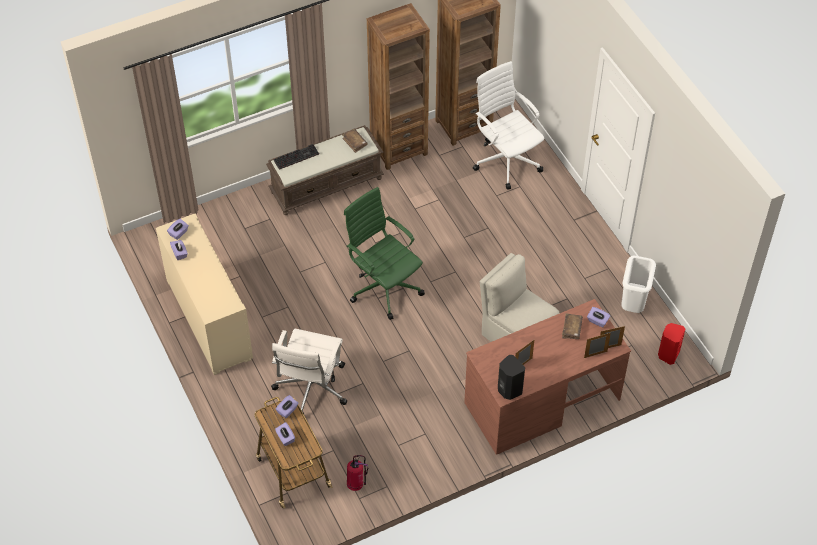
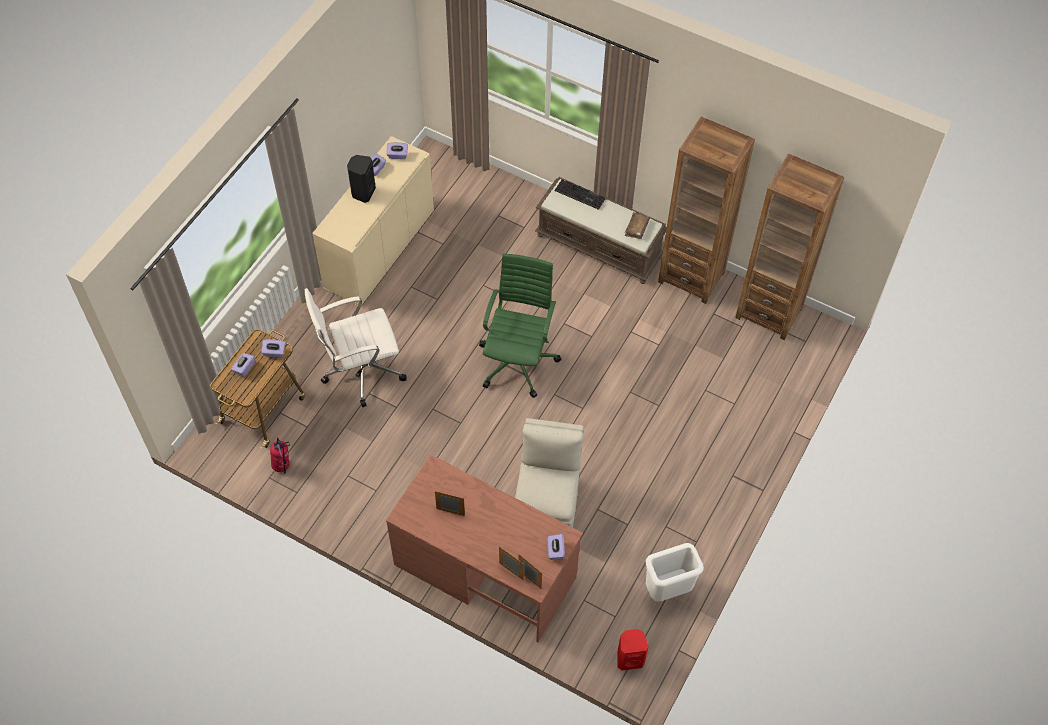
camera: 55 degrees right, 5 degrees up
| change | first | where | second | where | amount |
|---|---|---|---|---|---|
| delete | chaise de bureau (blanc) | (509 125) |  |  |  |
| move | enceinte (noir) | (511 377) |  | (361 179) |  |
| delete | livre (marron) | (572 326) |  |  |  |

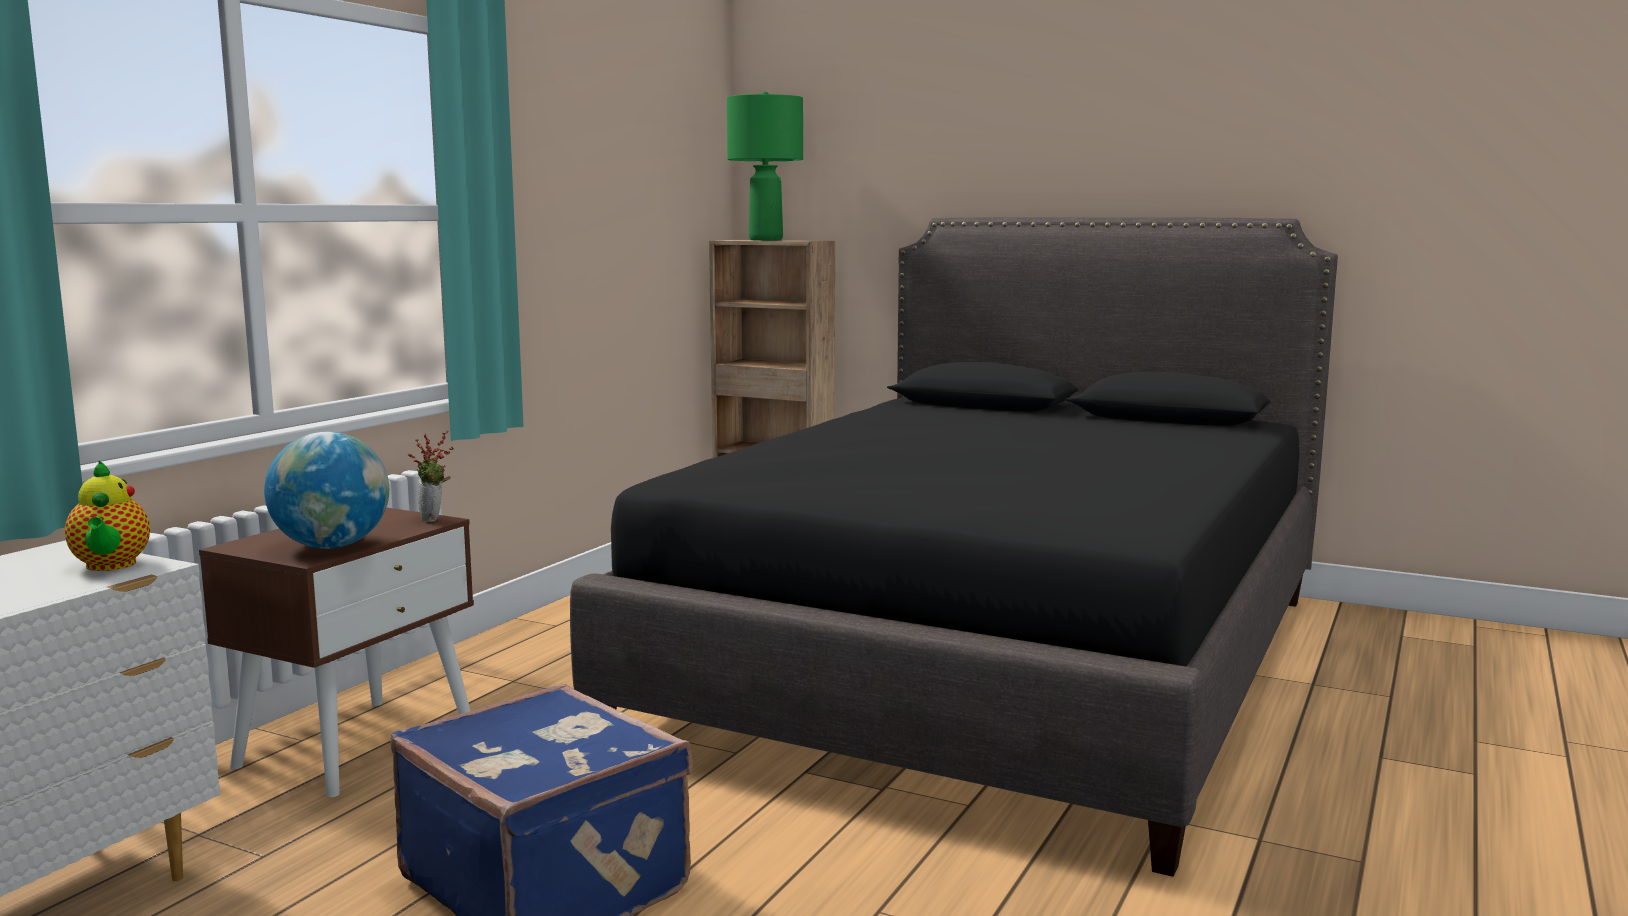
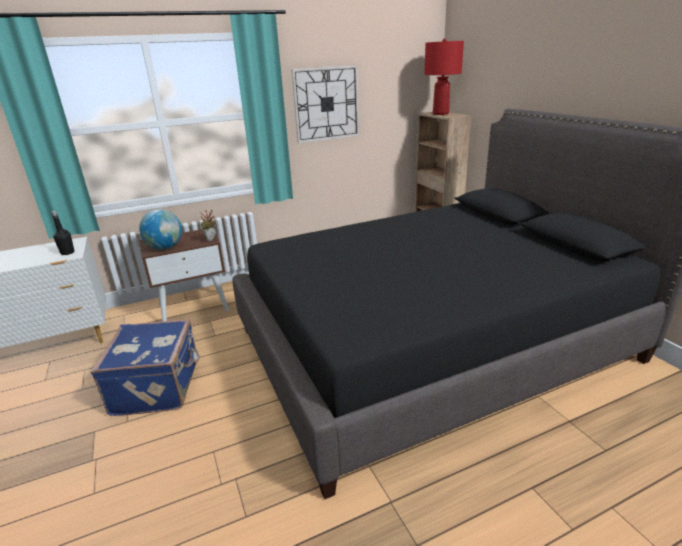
camera: 40 degrees right, 15 degrees up
| change | first | where | second | where | amount |
|---|---|---|---|---|---|
| replace | théière | (107 515) | bouteille (noir) | (62 233) |  |
| recolor | lampe de table (vert) | (765 166) | lampe de table (rouge) | (444 76) |  |
| insert |  |  | horloge murale | (325 104) |  |

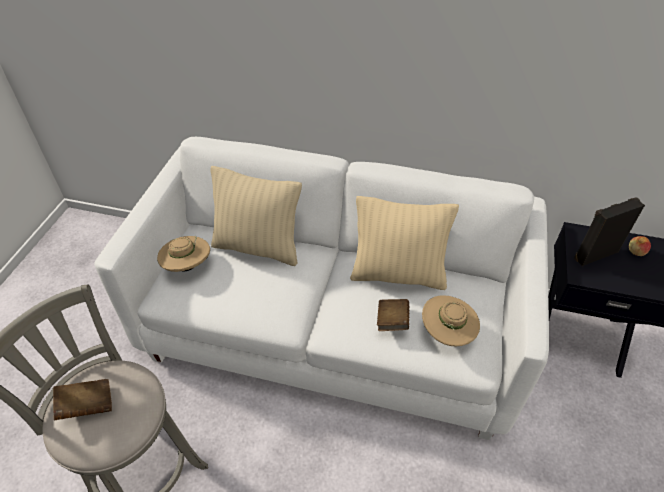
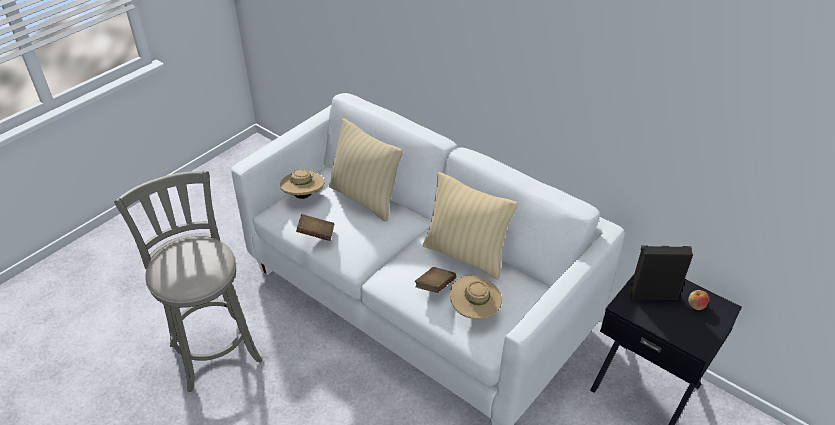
camera: 25 degrees right, 5 degrees down
| change | first | where | second | where | amount |
|---|---|---|---|---|---|
| move | livre (marron) | (82 399) |  | (315 227) |  |

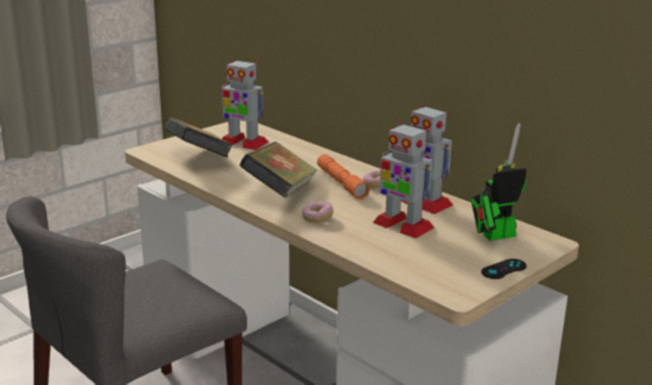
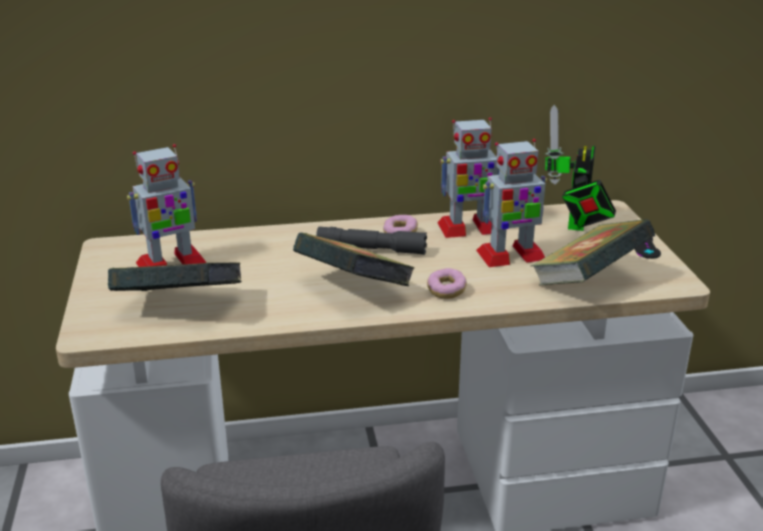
camera: 55 degrees left, 5 degrees up
| change | first | where | second | where | amount |
|---|---|---|---|---|---|
| recolor | lampe de poche (orange) | (343 176) | lampe de poche (gris) | (371 241) |  |
| insert |  |  | livre | (593 252) |  |

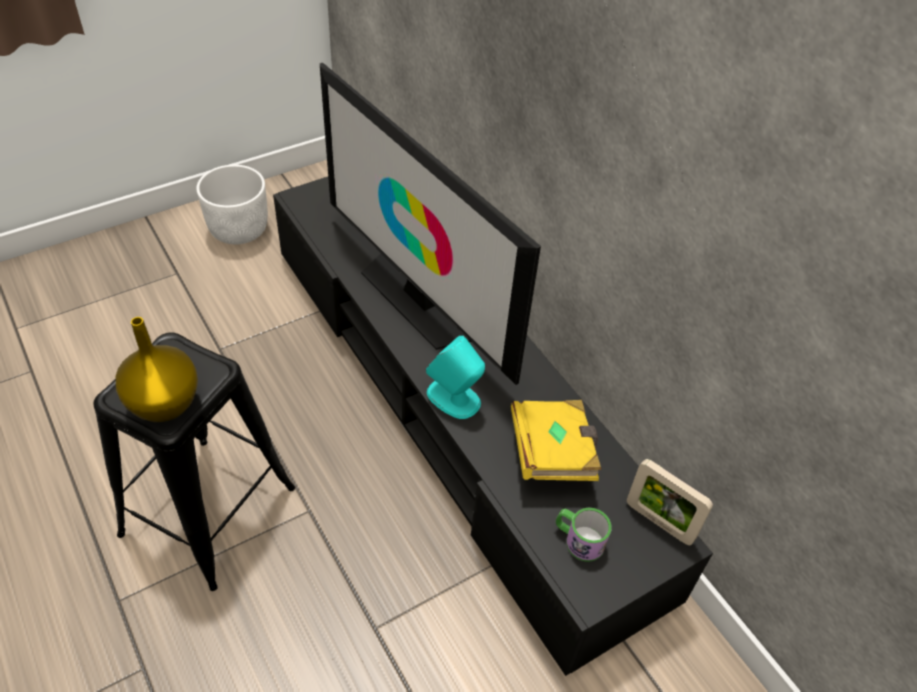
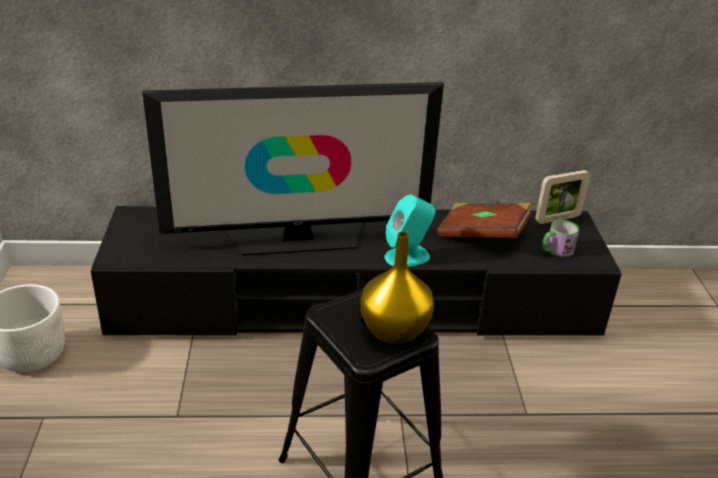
camera: 60 degrees left, 15 degrees down
| change | first | where | second | where | amount |
|---|---|---|---|---|---|
| recolor | livre (jaune) | (556 440) | livre (marron) | (484 219) |  |

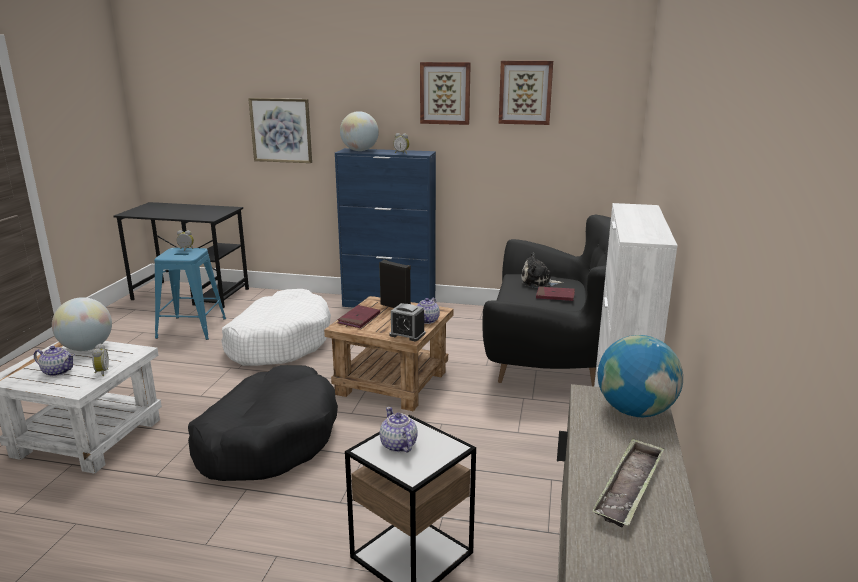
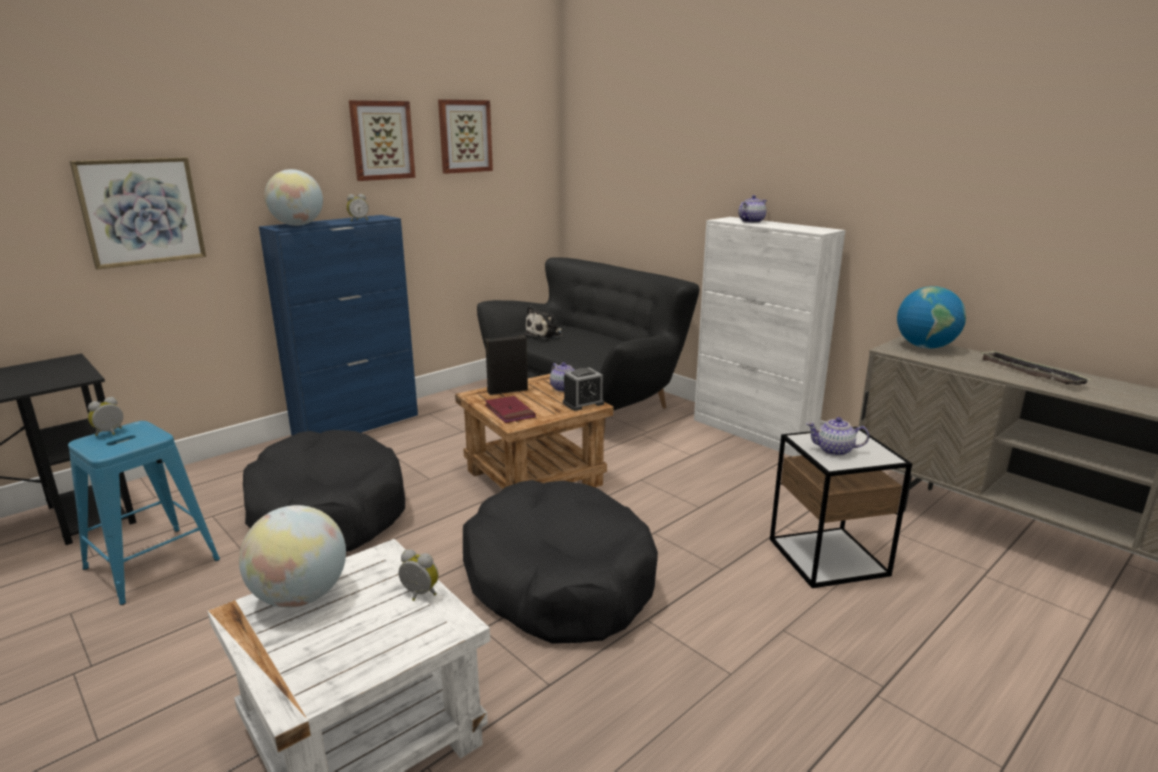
camera: 55 degrees left, 0 degrees up
| change | first | where | second | where | amount |
|---|---|---|---|---|---|
| move | théière | (54 361) |  | (752 209) |  |
| recolor | panier pour chien (blanc) | (276 327) | panier pour chien (noir) | (324 491) |  |
| delete | livre (rouge) | (555 294) |  |  |  |

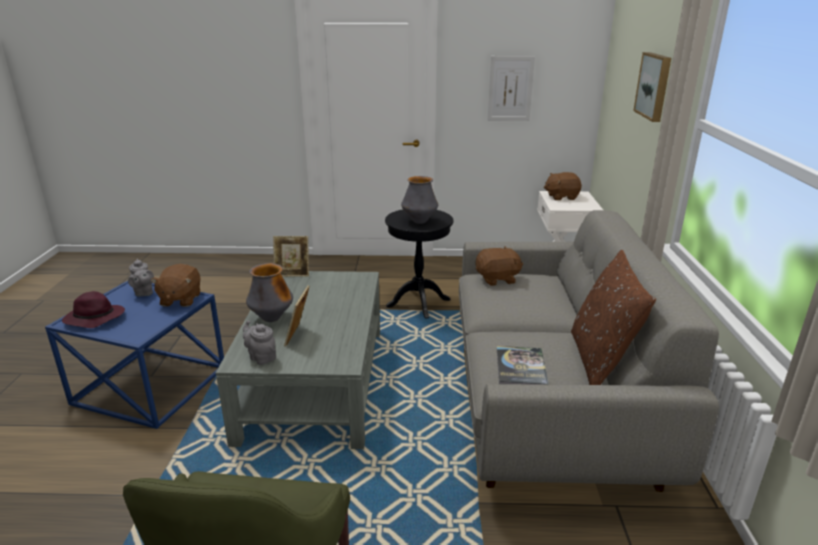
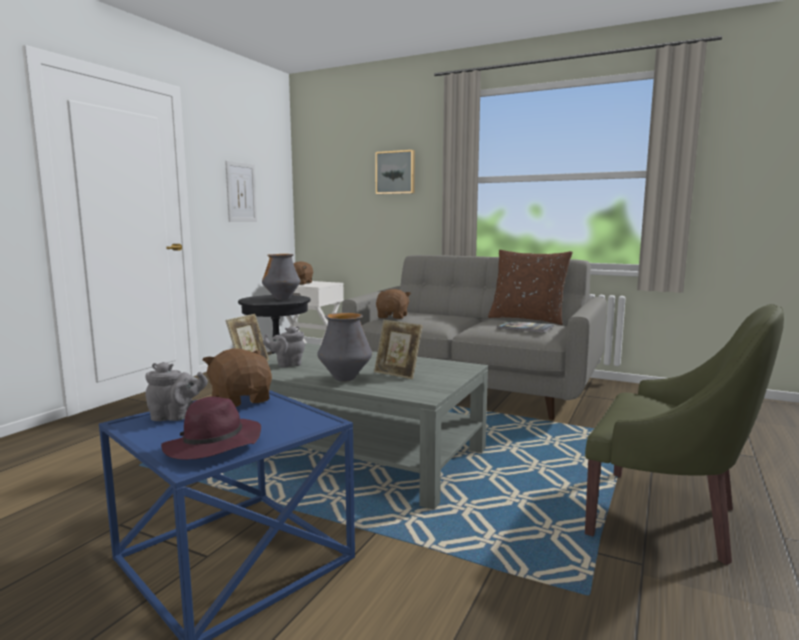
camera: 65 degrees left, 15 degrees down
| change | first | where | second | where | amount |
|---|---|---|---|---|---|
| rotate | peluche (marron) | (176 285) |  | (237 377) | 150 degrees counterclockwise |
| move | théière (gris) | (259 342) |  | (284 347) |  |

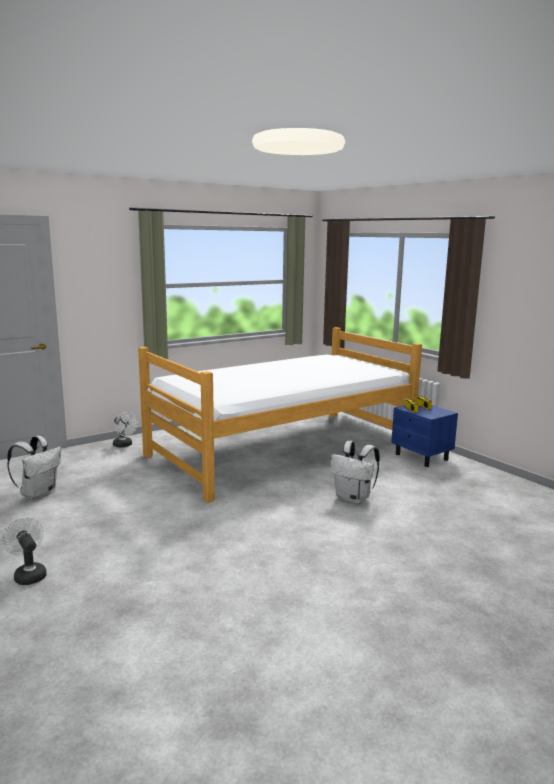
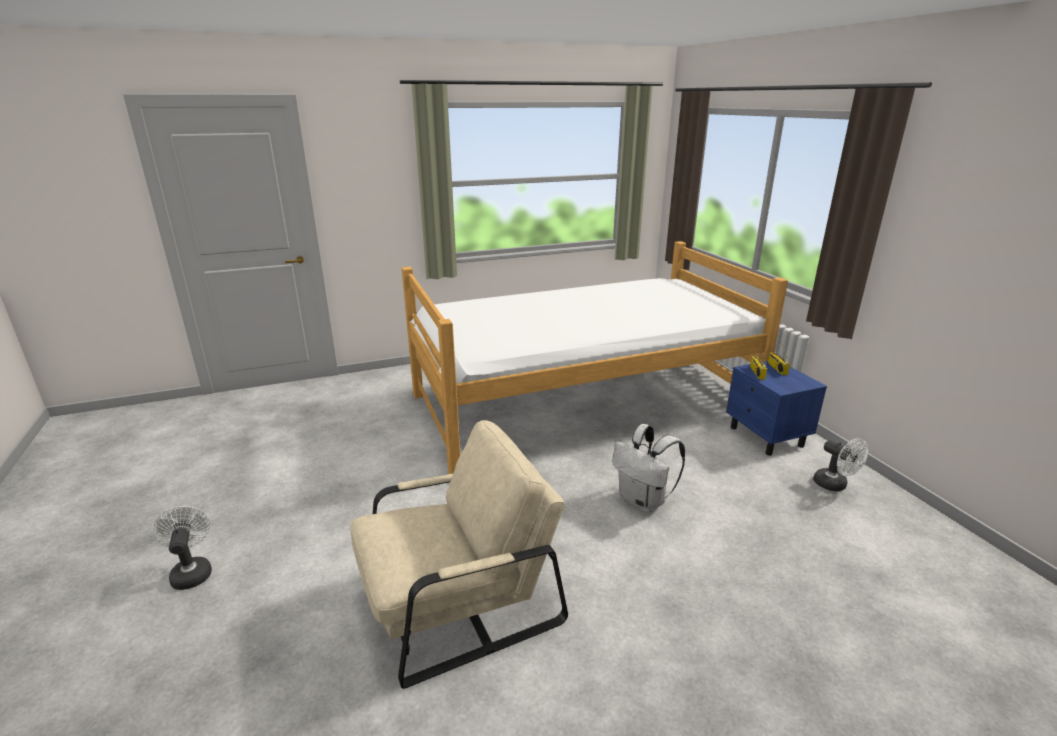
camera: 15 degrees right, 10 degrees up
| change | first | where | second | where | amount |
|---|---|---|---|---|---|
| delete | sac à dos (blanc) | (34 468) |  |  |  |
| move | ventilateur (blanc) | (125 430) |  | (840 464) |  |
| insert |  |  | fauteuil (beige) | (459 554) |  |

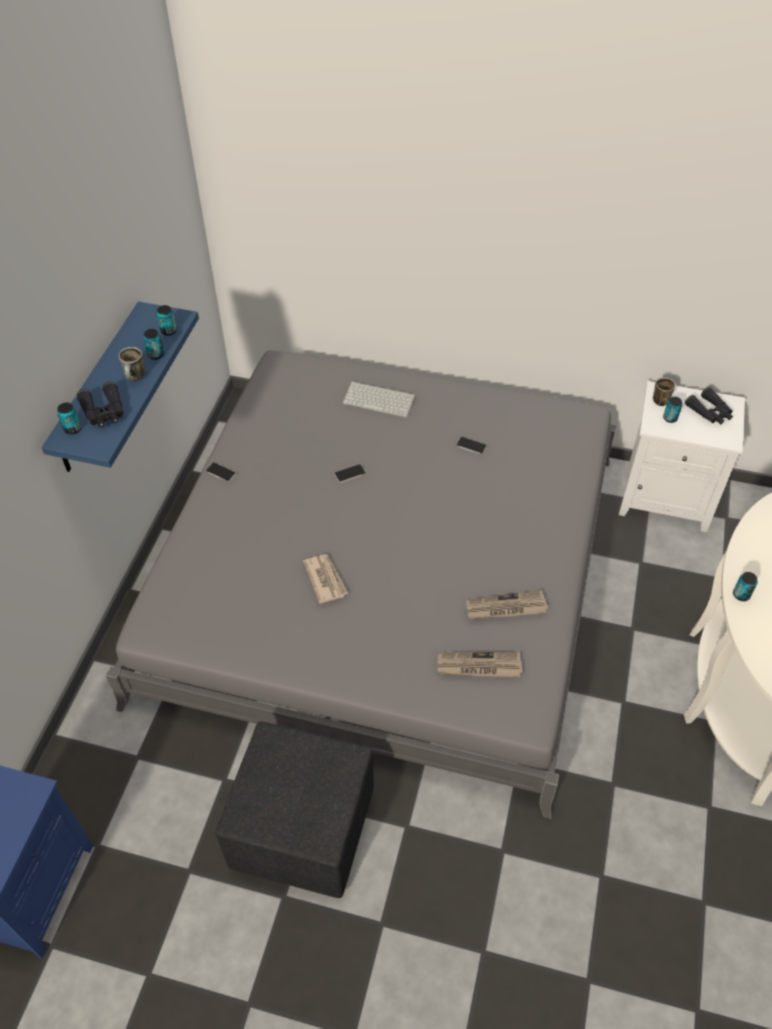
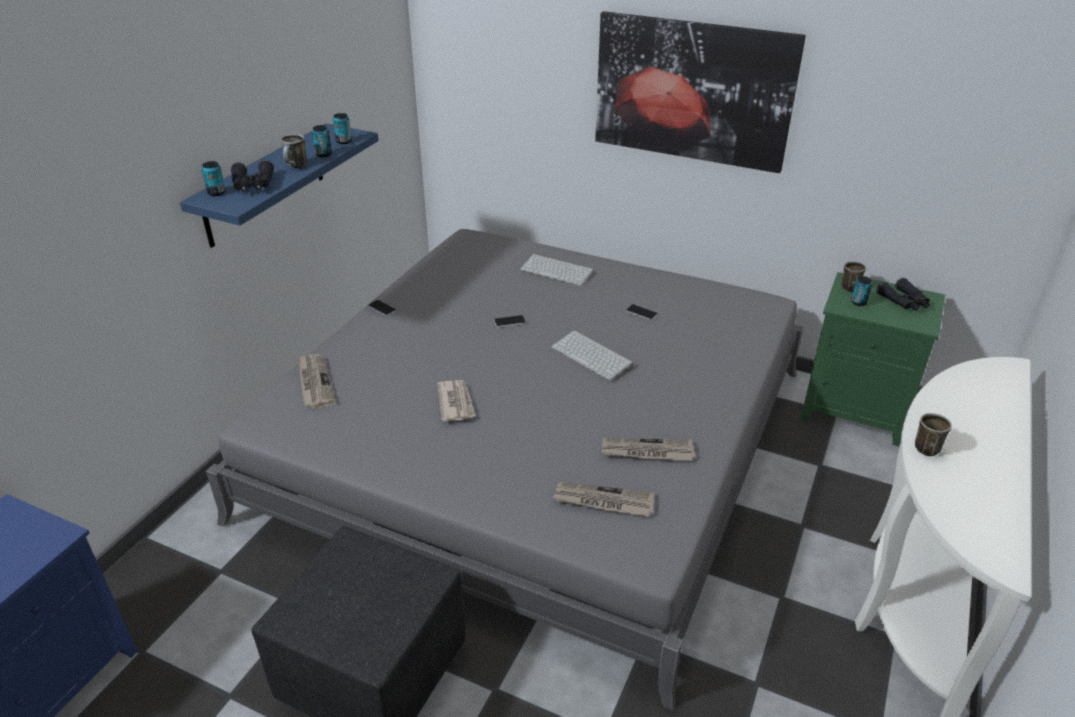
camera: 10 degrees right, 15 degrees down
| change | first | where | second | where | amount |
|---|---|---|---|---|---|
| recolor | table de chevet (blanc) | (682 456) | table de chevet (vert) | (872 359) |  |
| replace | boîte métallique | (745 586) | mug | (933 434) |  |
| insert |  |  | journal | (316 381) |  |
| insert |  |  | clavier | (592 355) |  |
| insert |  |  | tableau | (700 92) |  |

